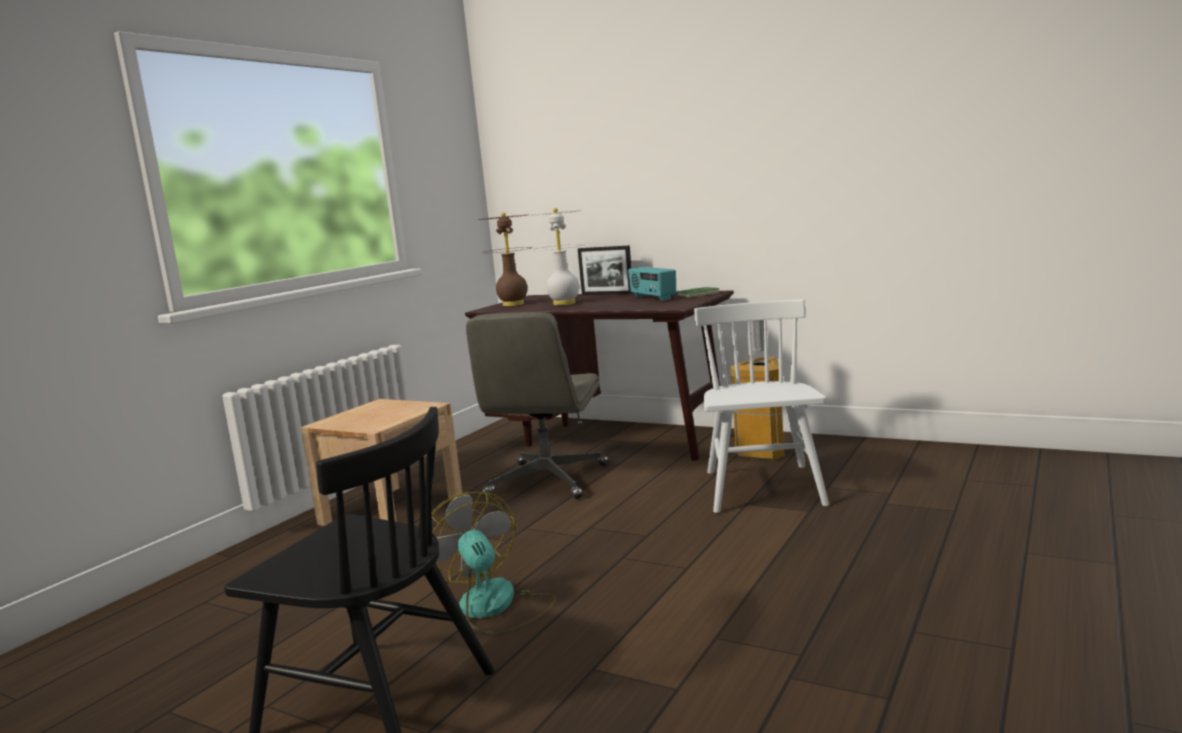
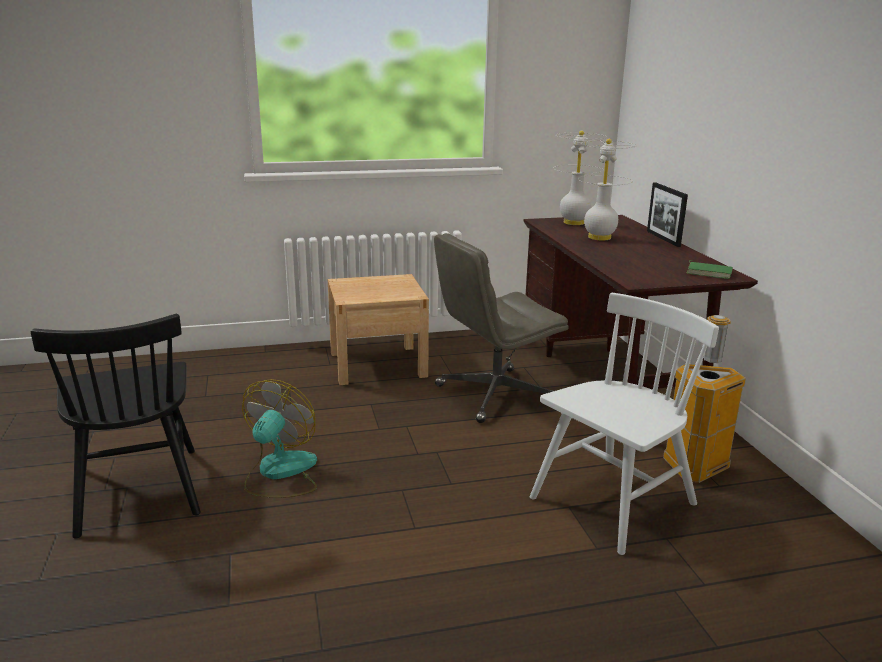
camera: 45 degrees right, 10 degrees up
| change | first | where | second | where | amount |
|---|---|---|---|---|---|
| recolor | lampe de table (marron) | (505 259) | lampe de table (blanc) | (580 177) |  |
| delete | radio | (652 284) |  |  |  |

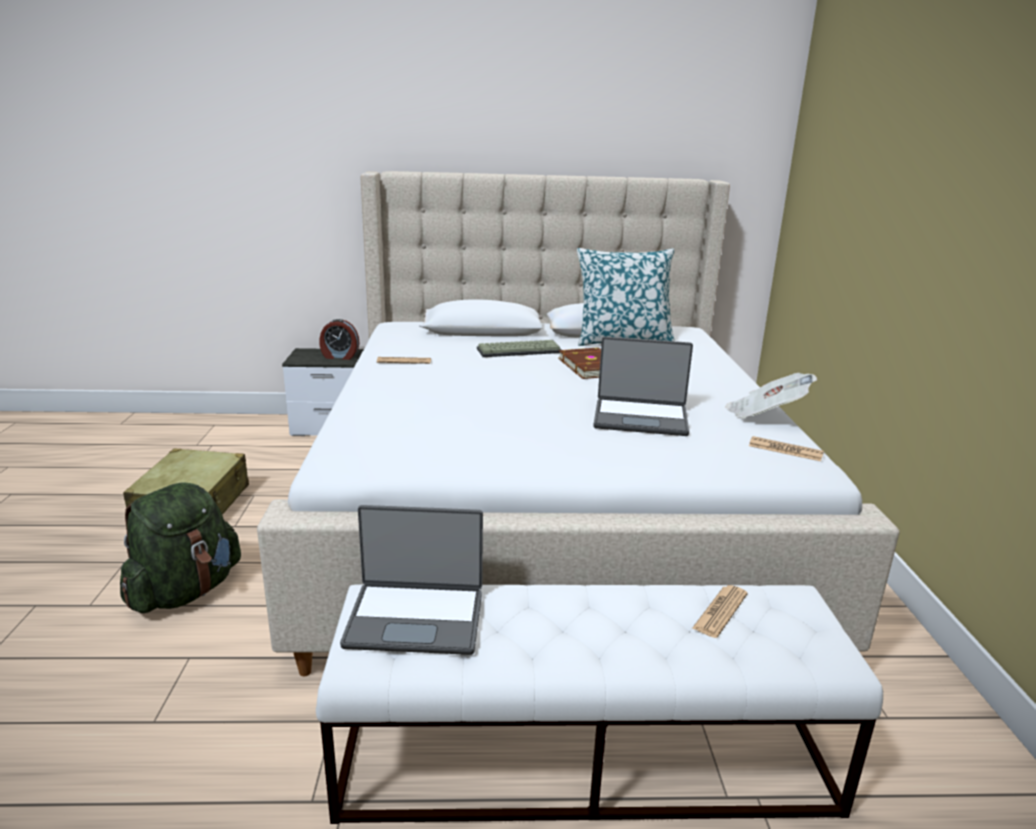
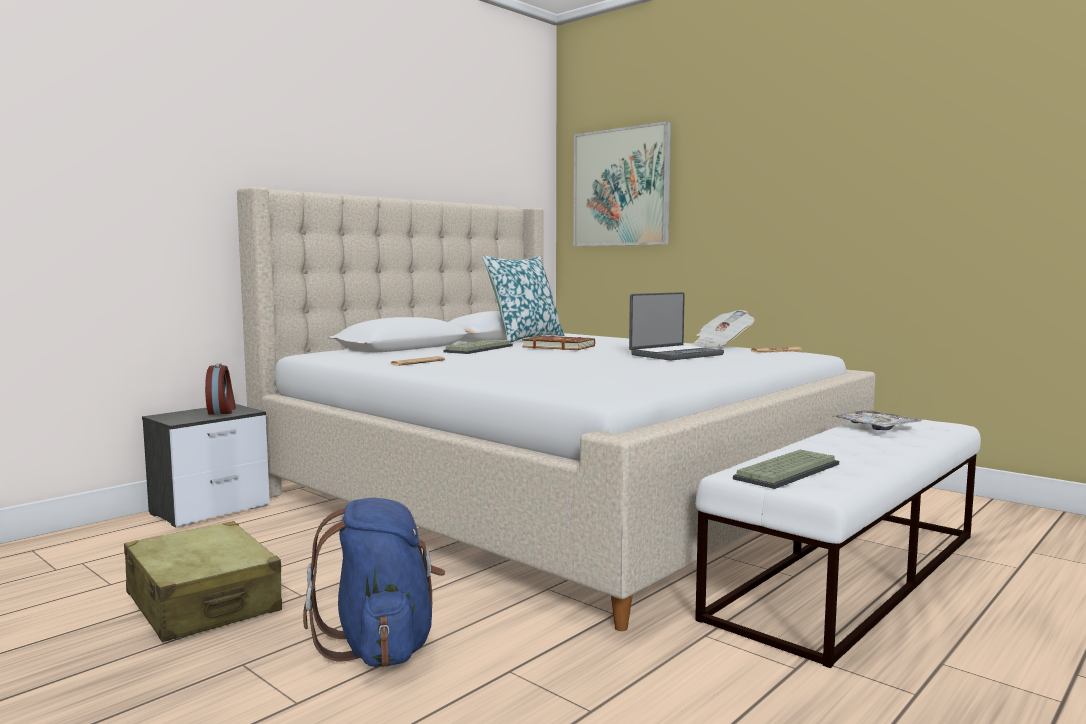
camera: 45 degrees left, 15 degrees down
| change | first | where | second | where | amount |
|---|---|---|---|---|---|
| recolor | sac à dos (vert) | (180 547) | sac à dos (bleu) | (374 582) |  |
| rotate | réveil | (339 339) |  | (220 389) | 60 degrees counterclockwise |
| replace | ordinateur portable | (411 580) | clavier | (786 469) |  |
| replace | journal | (720 611) | plateau | (877 420) |  |
| insert |  |  | tableau | (622 183) |  |

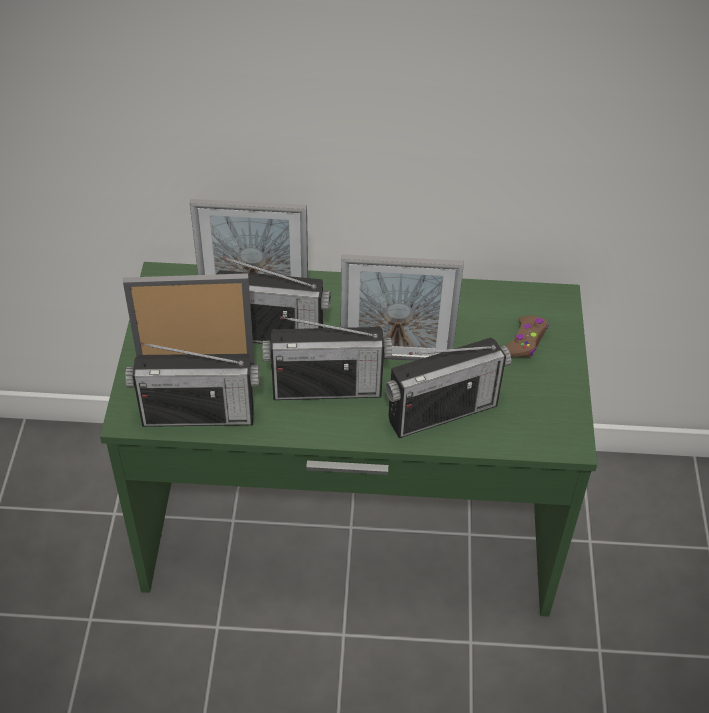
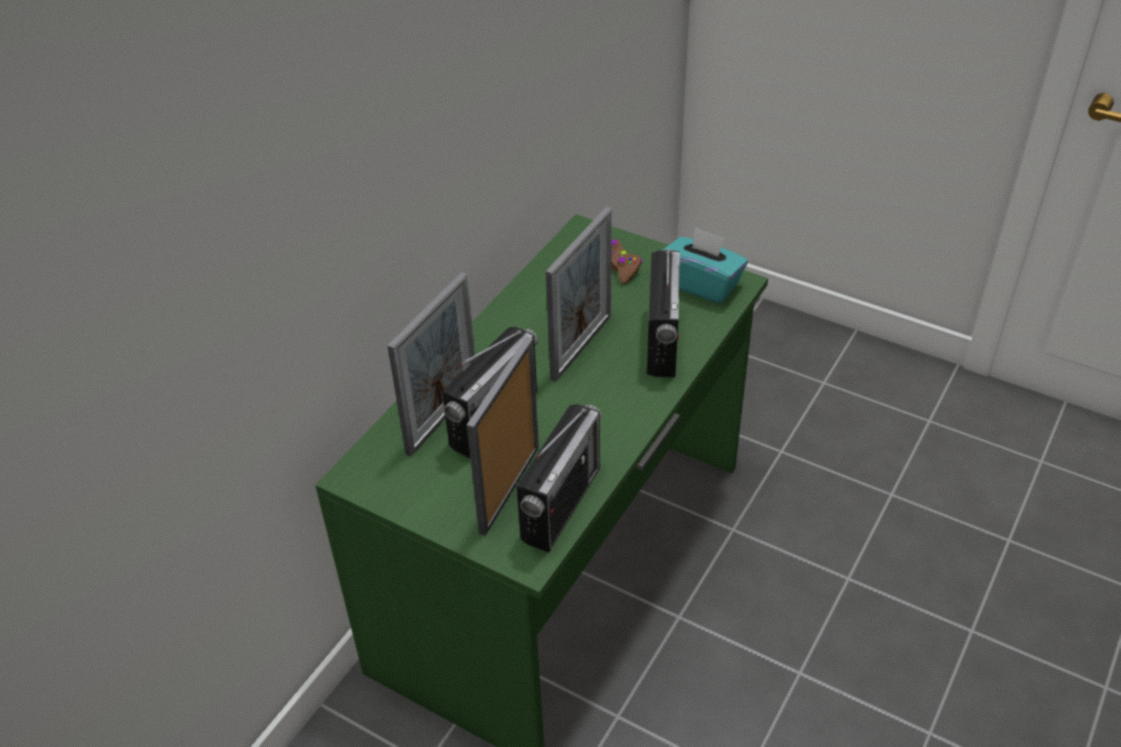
camera: 60 degrees left, 5 degrees down
| change | first | where | second | where | amount |
|---|---|---|---|---|---|
| delete | radio | (327 358) |  |  |  |
| insert |  |  | boîte à mouchoirs (turquoise) | (705 265) |  |

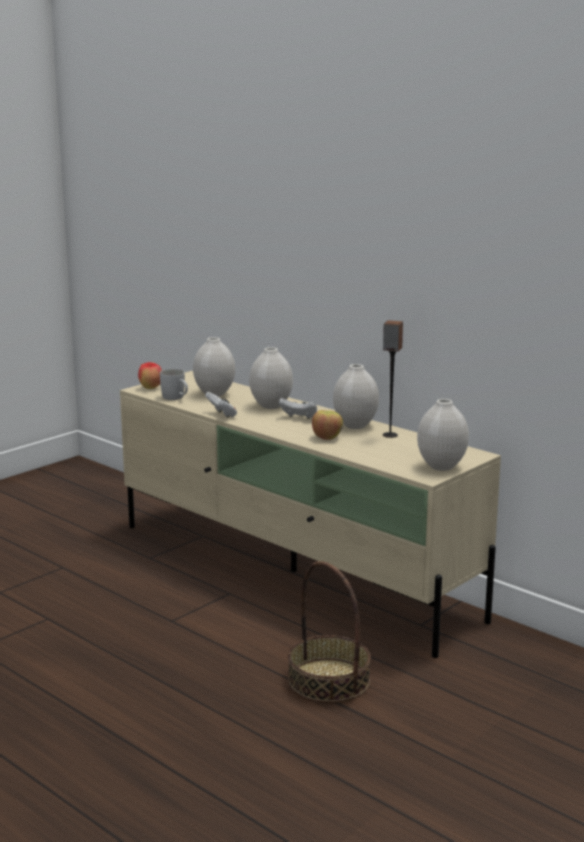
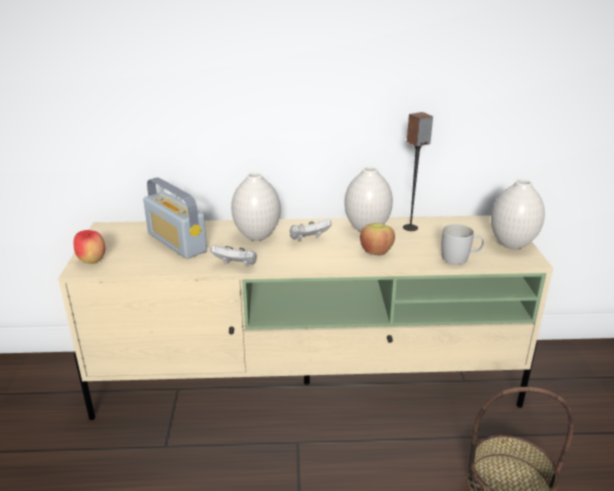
camera: 45 degrees left, 10 degrees up
| change | first | where | second | where | amount |
|---|---|---|---|---|---|
| move | mug (blanc) | (174 384) |  | (462 244) |  |
| replace | vase (blanc) | (214 367) | radio | (175 218) |  |

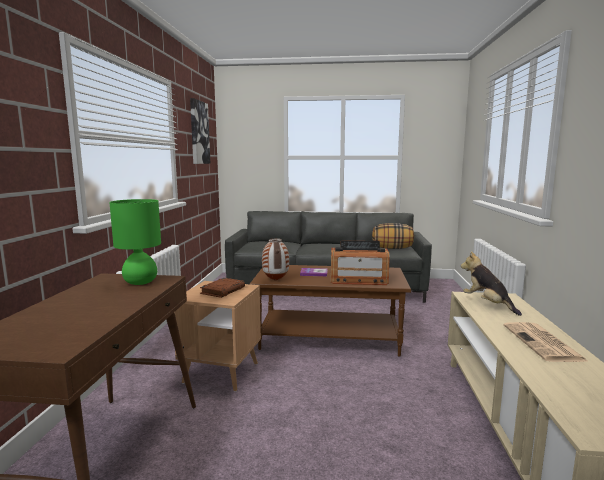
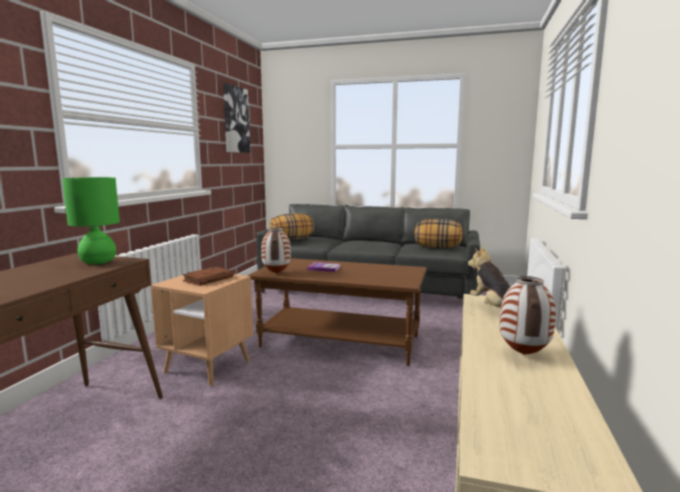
camera: 10 degrees right, 0 degrees up
| change | first | where | second | where | amount |
|---|---|---|---|---|---|
| delete | radio | (360 262) |  |  |  |
| replace | journal | (546 342) | vase | (528 315) |  |
| insert |  |  | coussin | (292 226) |  |

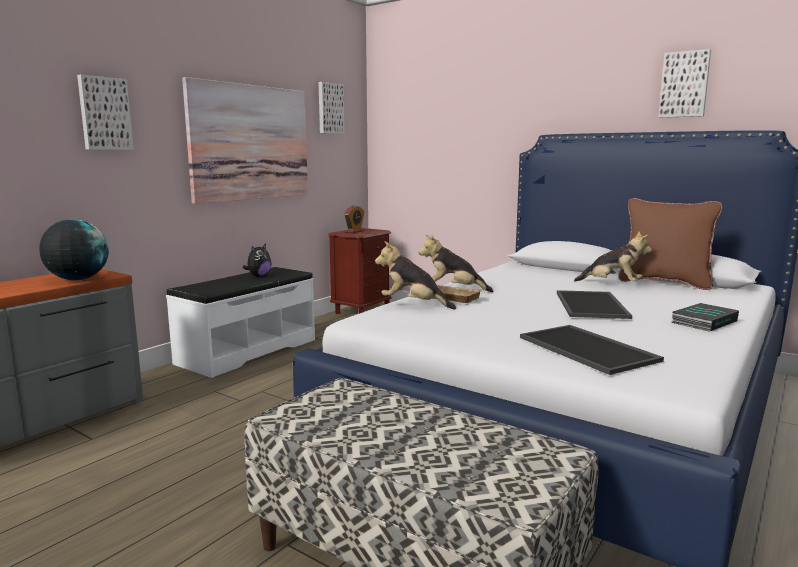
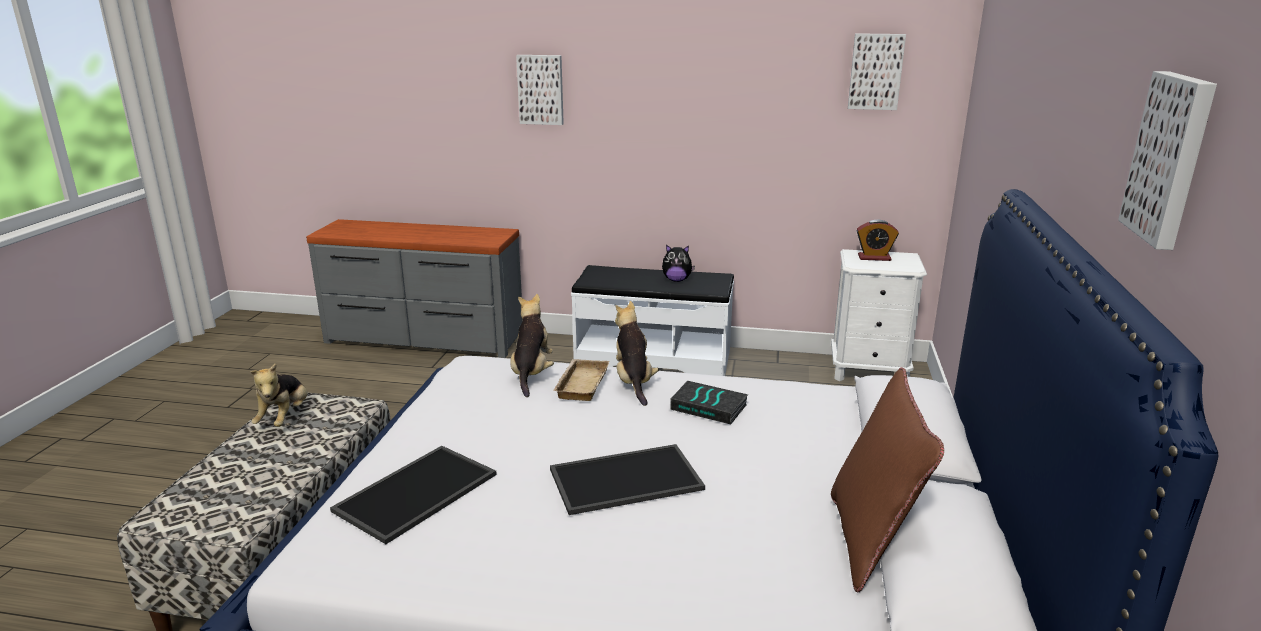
camera: 65 degrees right, 10 degrees up
| change | first | where | second | where | amount |
|---|---|---|---|---|---|
| delete | globe | (74 249) |  |  |  |
| delete | tableau | (245 140) |  |  |  |
| recolor | table de chevet (marron) | (359 271) | table de chevet (blanc) | (879 315) |  |
| move | peluche | (613 256) |  | (279 395) |  |
| move | livre | (705 317) |  | (709 402) |  |

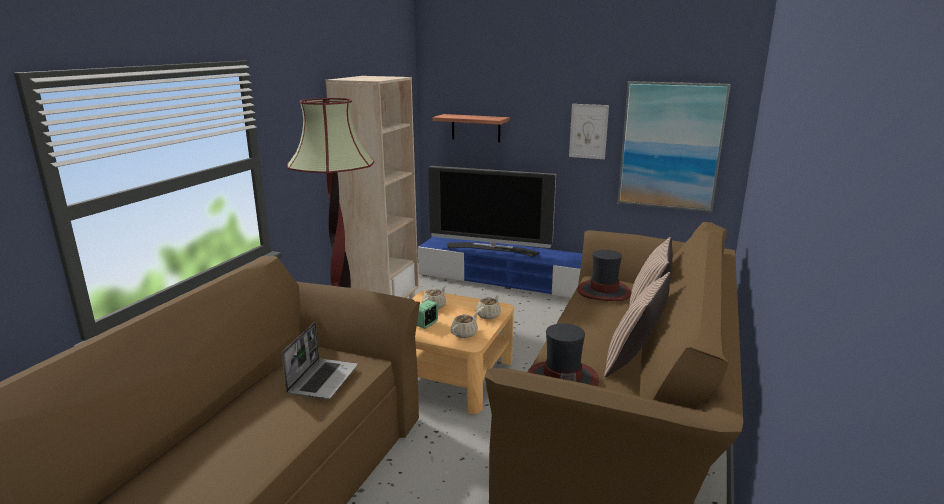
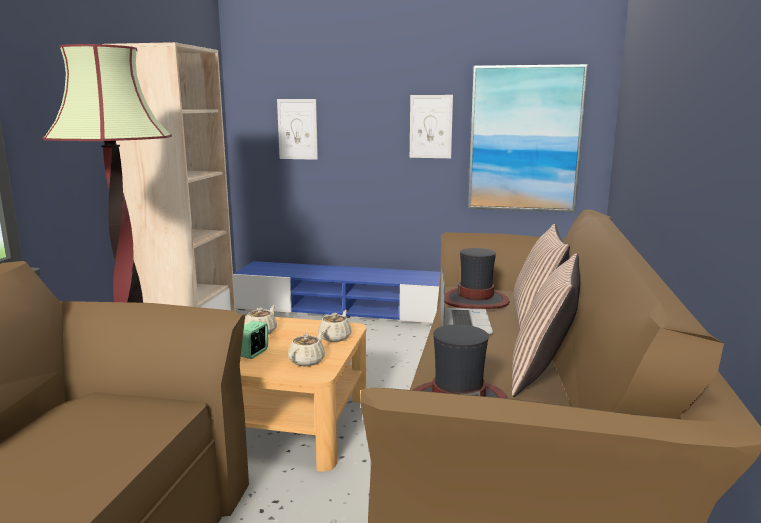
camera: 10 degrees left, 5 degrees down
| change | first | where | second | where | amount |
|---|---|---|---|---|---|
| move | ordinateur portable | (320 360) |  | (466 301) |  |
| delete | téléviseur | (492 211) |  |  |  |
| replace | étagère | (471 128) | tableau | (297 129) |  |

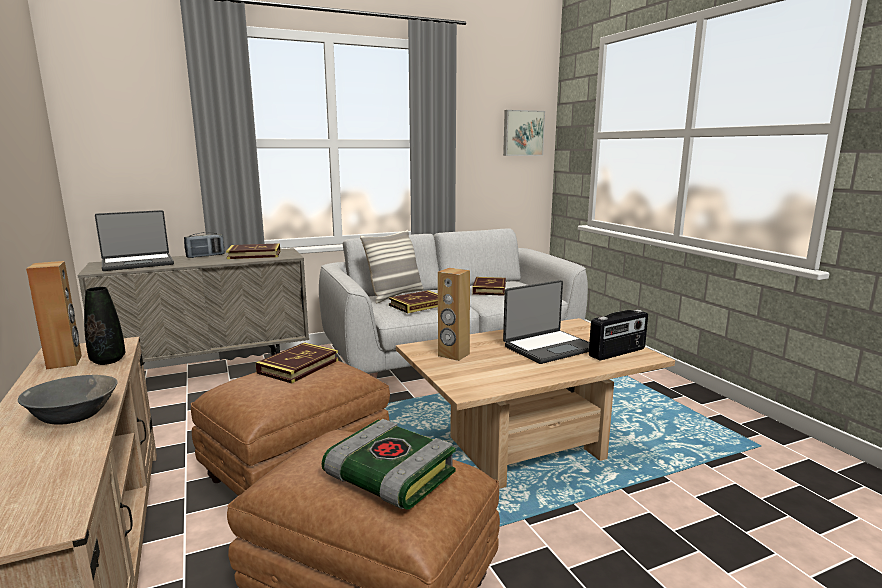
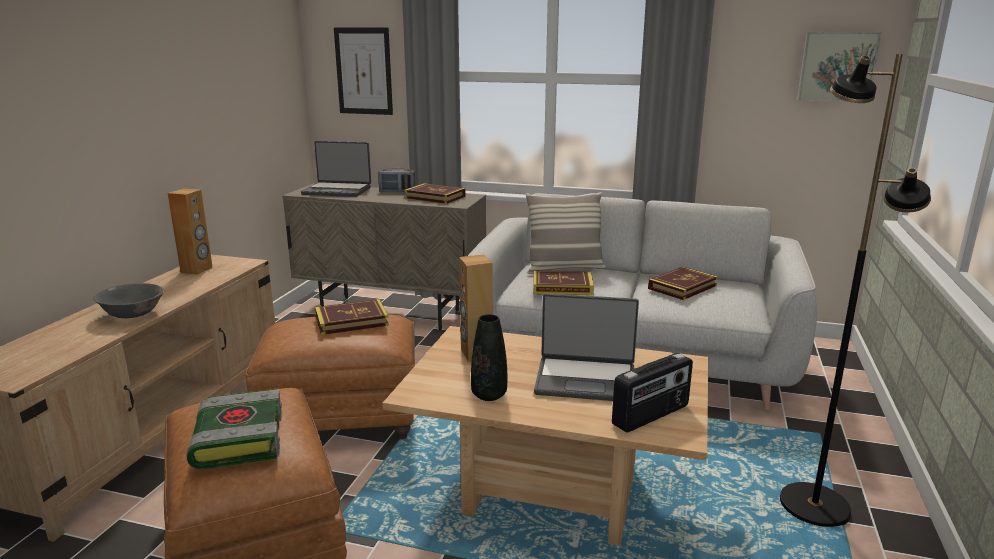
camera: 40 degrees right, 5 degrees up
| change | first | where | second | where | amount |
|---|---|---|---|---|---|
| move | vase (noir) | (104 326) |  | (489 357) |  |
| rotate | radio | (618 334) |  | (652 393) | 45 degrees counterclockwise |
| insert |  |  | tableau | (363 71) |  |
| insert |  |  | lampadaire (noir) | (855 290) |  |

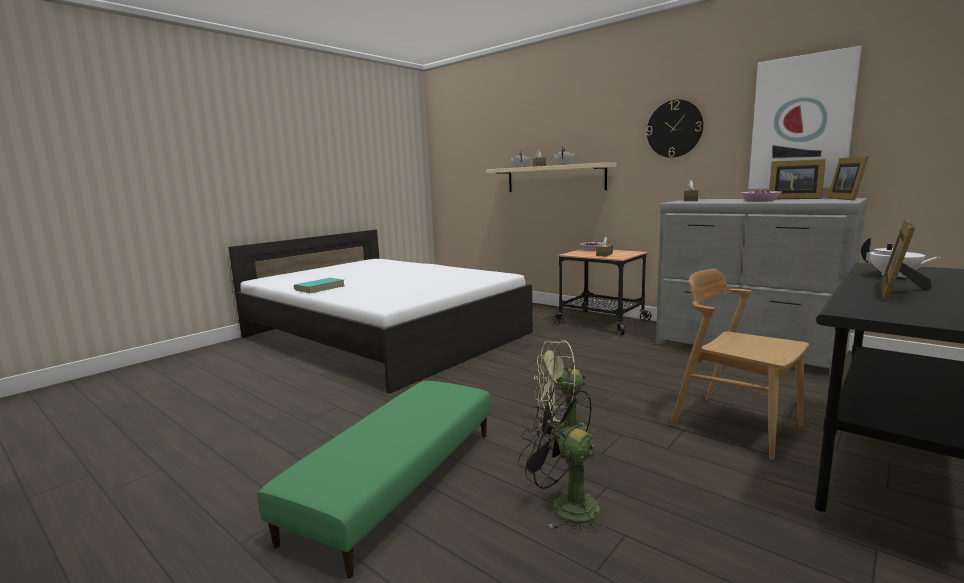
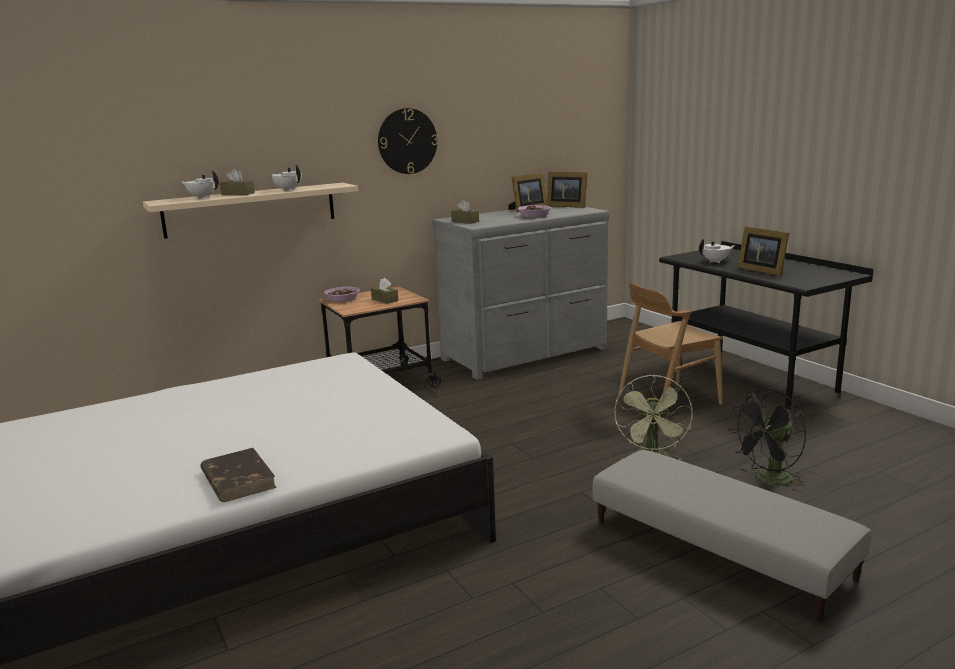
camera: 70 degrees left, 5 degrees up
| change | first | where | second | where | amount |
|---|---|---|---|---|---|
| recolor | pouf (vert) | (374 479) | pouf (gris) | (732 536) |  |
| recolor | livre (turquoise) | (319 285) | livre (marron) | (239 475) |  |
| delete | tableau | (805 117) |  |  |  |

